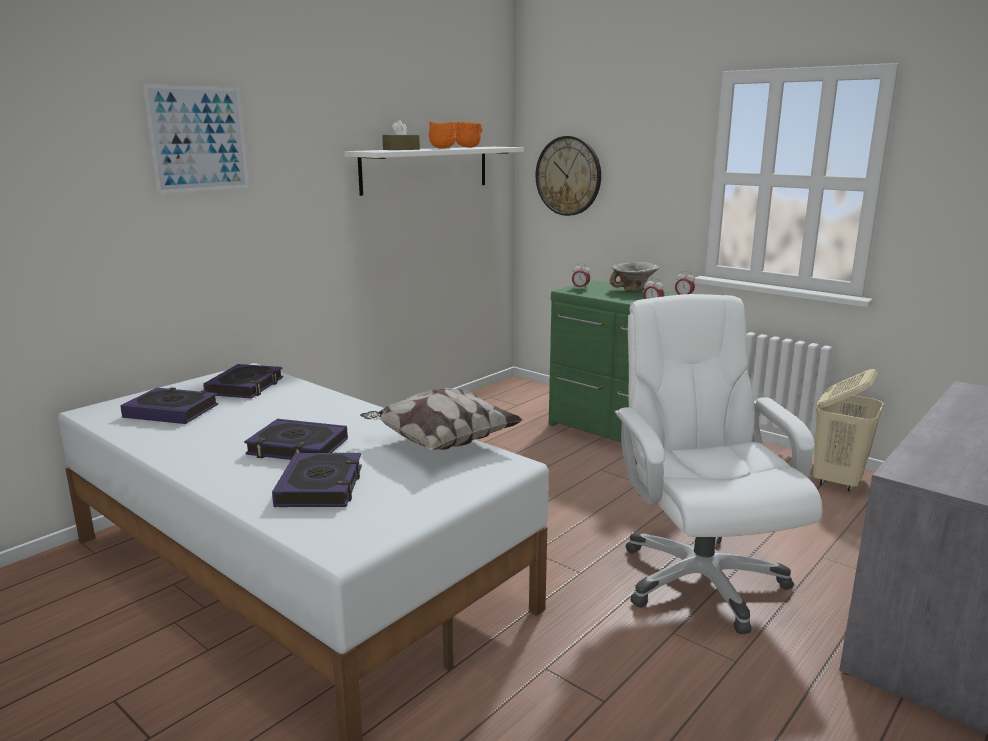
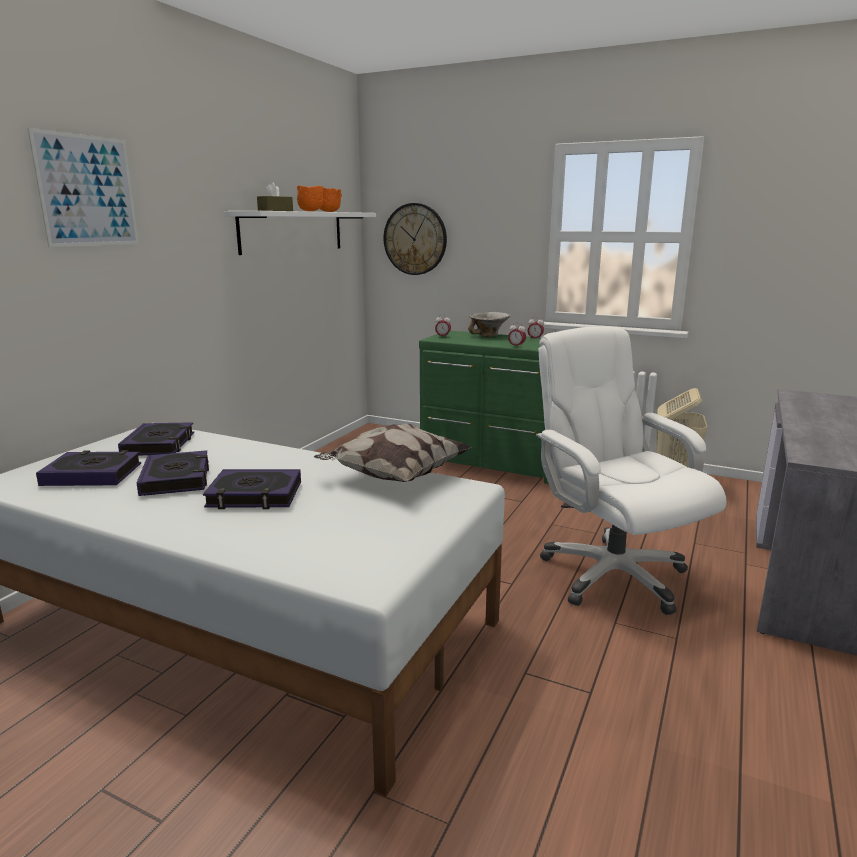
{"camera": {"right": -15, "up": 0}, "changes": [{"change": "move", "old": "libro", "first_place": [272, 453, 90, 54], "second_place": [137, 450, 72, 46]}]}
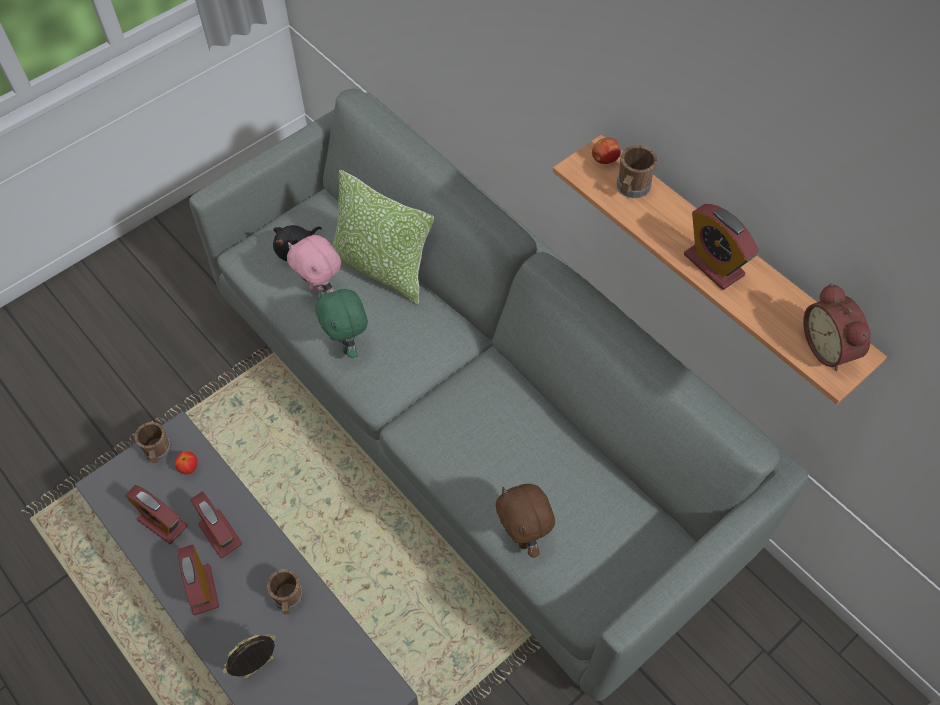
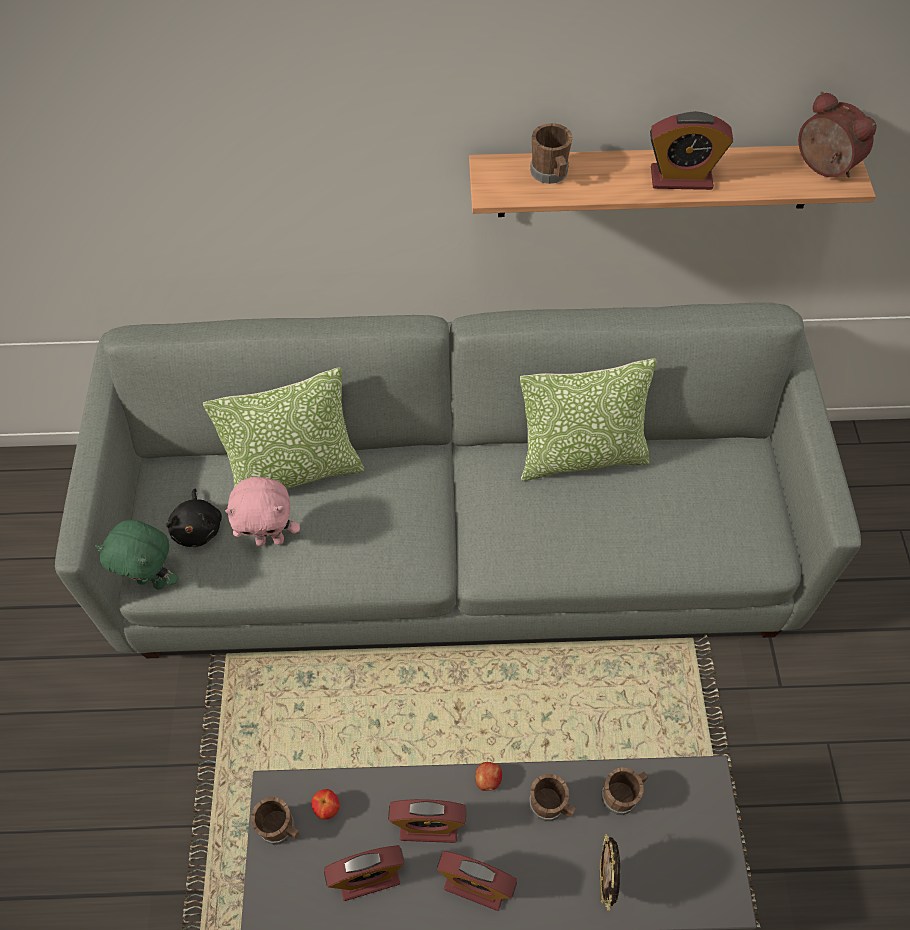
{"camera": {"right": -50, "up": 0}, "changes": [{"change": "move", "old": "manzana", "first_place": [592, 138, 29, 26], "second_place": [475, 762, 27, 29]}, {"change": "rotate", "old": "despertador", "first_place": [803, 283, 68, 88], "second_place": [798, 91, 78, 86], "degrees": -150}, {"change": "move", "old": "peluche/verde", "first_place": [315, 289, 53, 69], "second_place": [95, 520, 84, 70]}, {"change": "delete", "old": "peluche/marrón", "first_place": [496, 484, 59, 74]}, {"change": "insert", "new": "cojín", "second_place": [520, 358, 136, 123]}, {"change": "insert", "new": "taza grande/marrón", "second_place": [601, 767, 47, 48]}]}
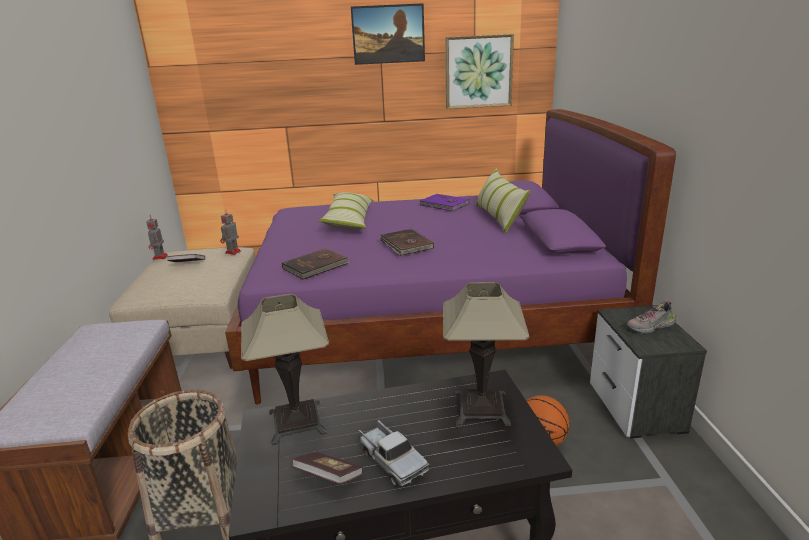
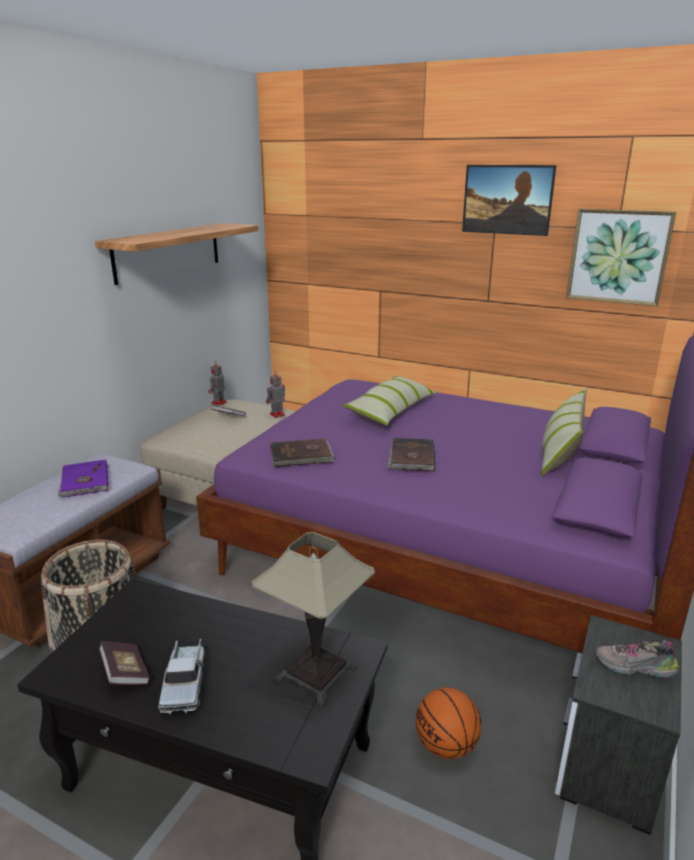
{"camera": {"right": 30, "up": 0}, "changes": [{"change": "move", "old": "libro/morado", "first_place": [420, 194, 49, 17], "second_place": [57, 459, 52, 39]}, {"change": "delete", "old": "lámpara de mesa", "first_place": [241, 294, 88, 151]}, {"change": "insert", "new": "estante", "second_place": [95, 223, 163, 62]}]}
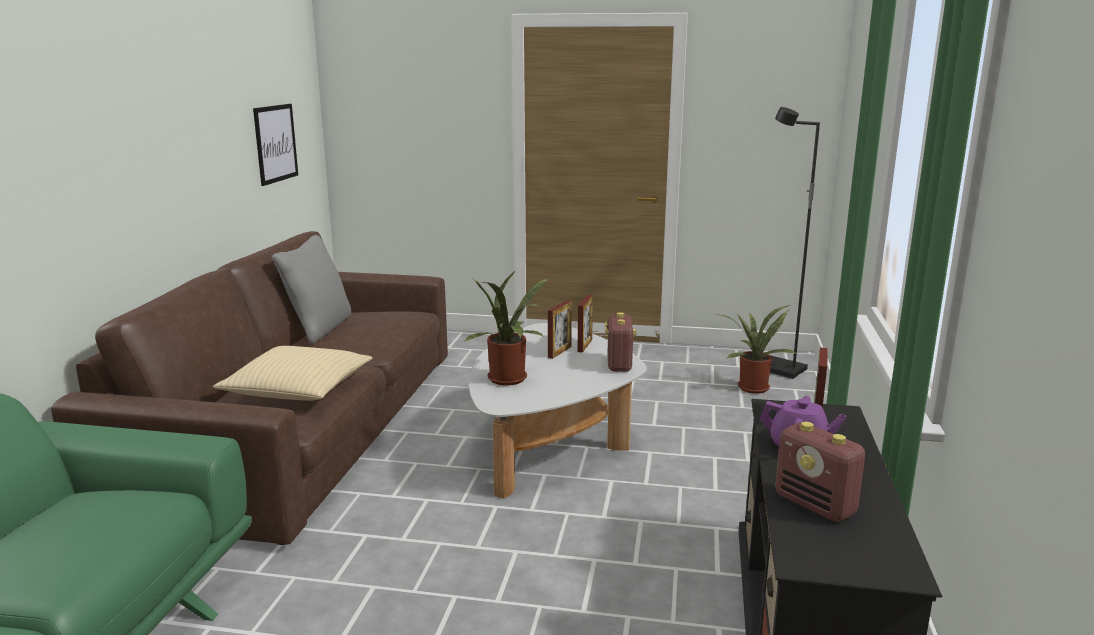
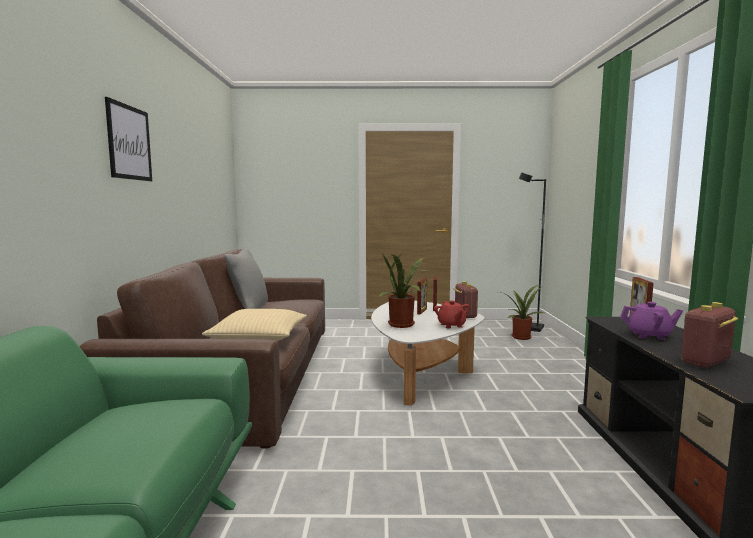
{"camera": {"right": -10, "up": -10}, "changes": [{"change": "move", "old": "cuadro", "first_place": [253, 104, 45, 82], "second_place": [105, 97, 47, 84]}, {"change": "rotate", "old": "radio", "first_place": [776, 422, 89, 100], "second_place": [681, 302, 58, 66], "degrees": 105}, {"change": "insert", "new": "tetera/rojo", "second_place": [434, 300, 36, 28]}]}
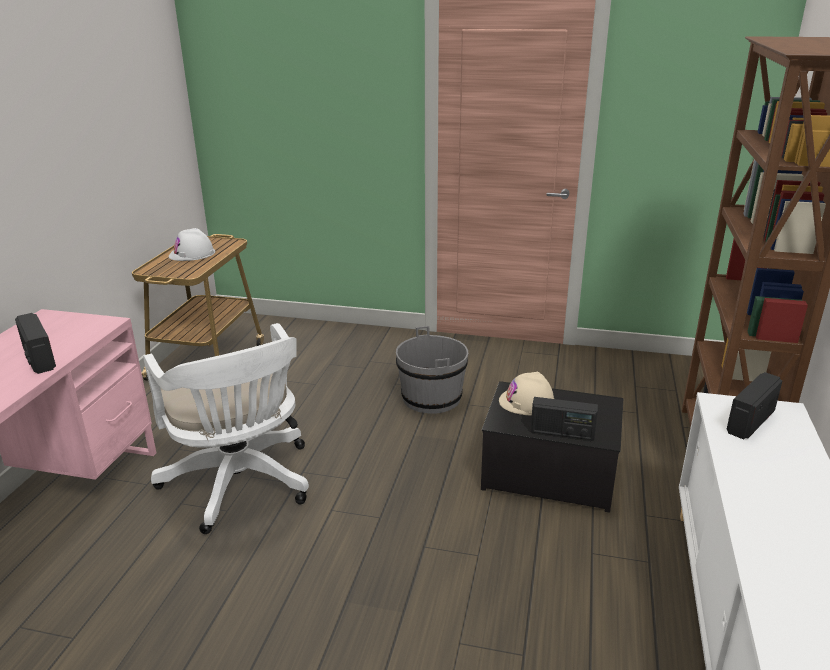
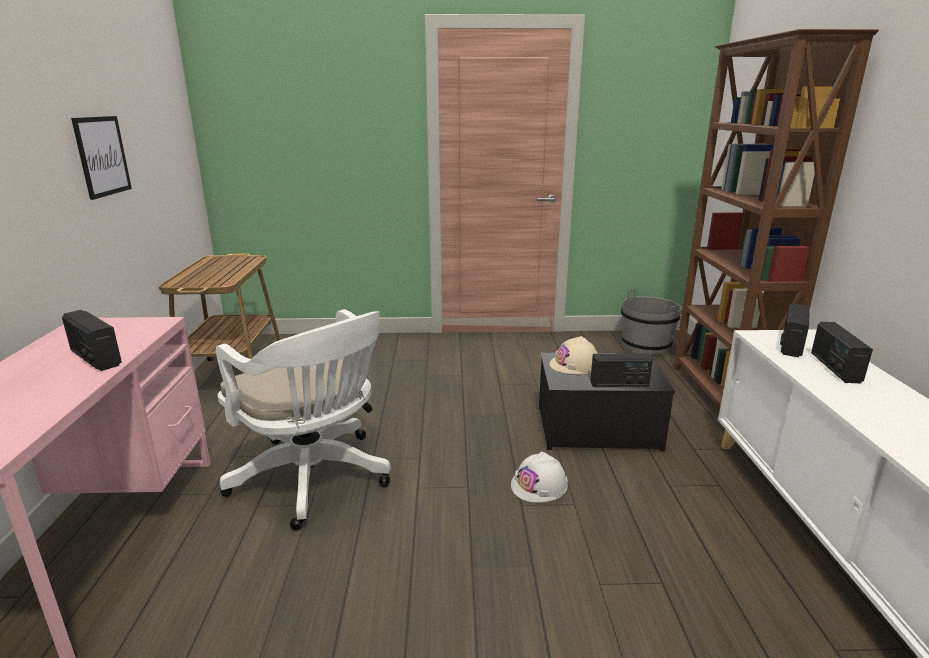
{"camera": {"right": -15, "up": -5}, "changes": [{"change": "move", "old": "casco/blanco", "first_place": [169, 228, 46, 33], "second_place": [511, 451, 57, 52]}, {"change": "move", "old": "cubo/gris", "first_place": [396, 326, 72, 88], "second_place": [621, 289, 61, 65]}, {"change": "insert", "new": "cuadro", "second_place": [71, 116, 61, 84]}, {"change": "insert", "new": "radio", "second_place": [811, 322, 62, 62]}]}
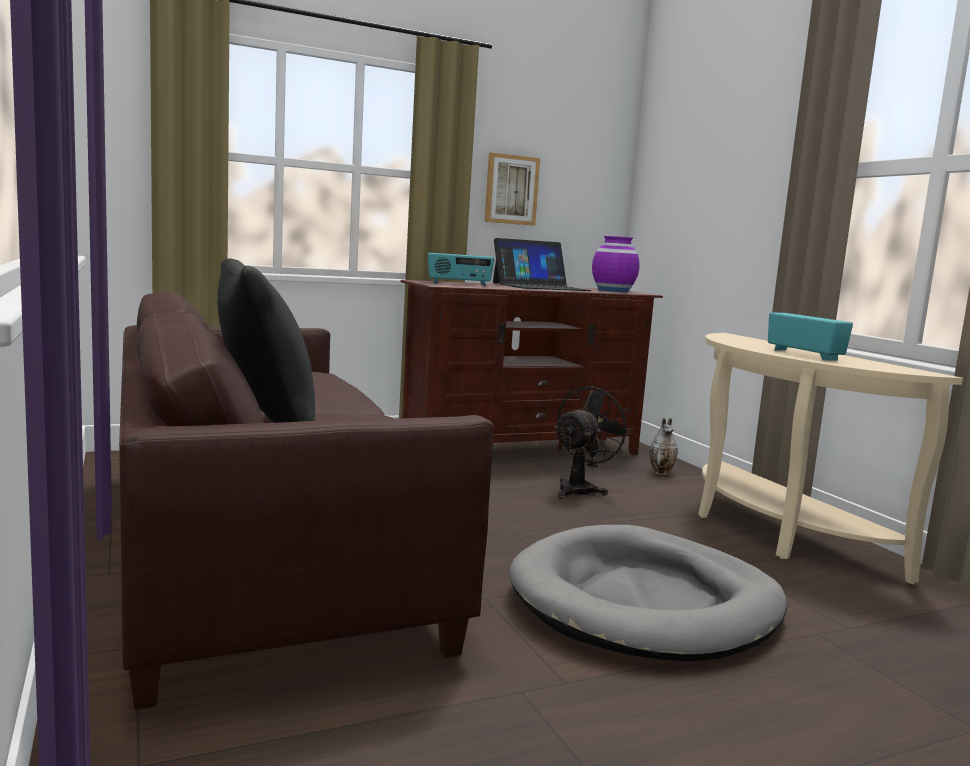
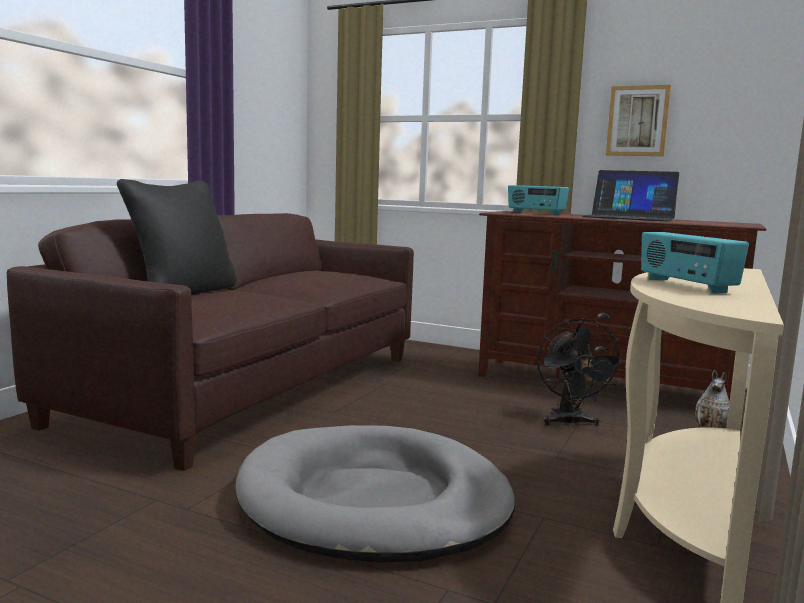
{"camera": {"right": 50, "up": 0}, "changes": [{"change": "delete", "old": "florero/morado", "first_place": [592, 236, 48, 56]}, {"change": "rotate", "old": "radio", "first_place": [768, 312, 85, 49], "second_place": [641, 232, 108, 62], "degrees": 135}, {"change": "rotate", "old": "ventilador/negro", "first_place": [554, 386, 79, 113], "second_place": [537, 318, 88, 109], "degrees": 90}]}
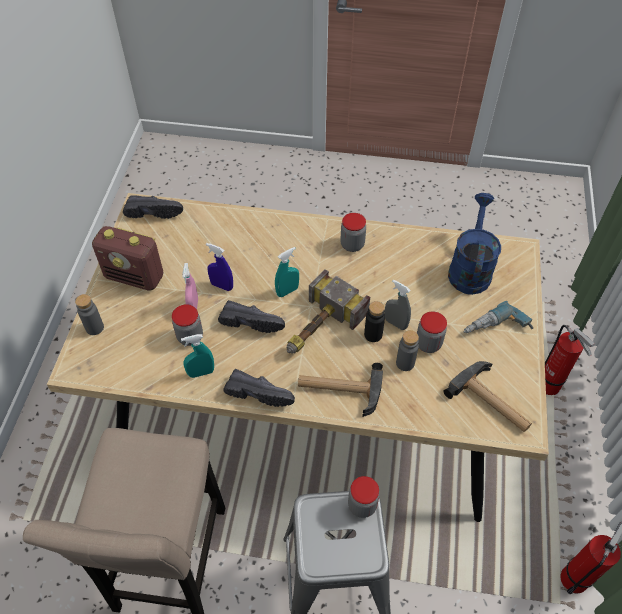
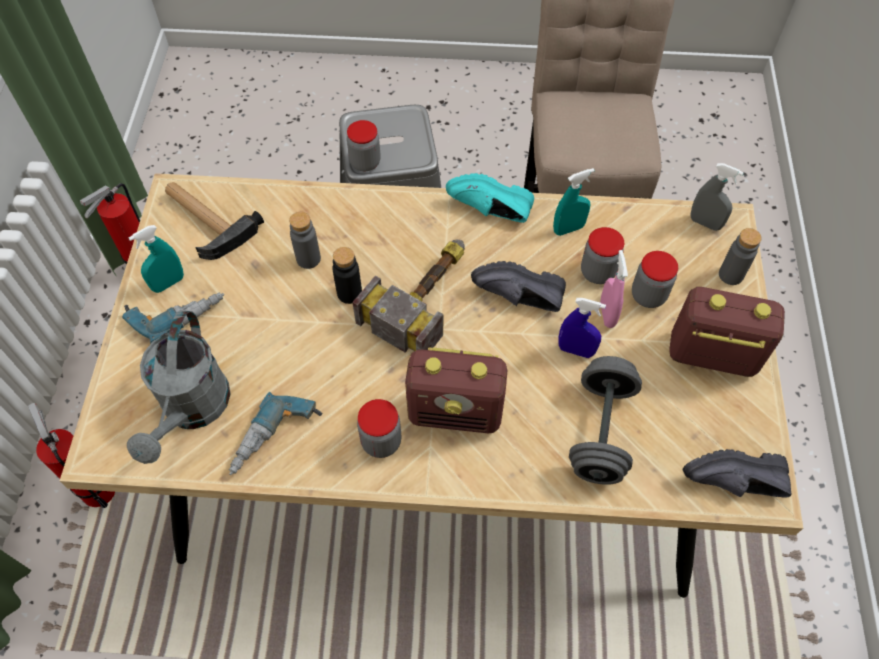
{"camera": {"right": 175, "up": 5}, "changes": [{"change": "recolor", "old": "regadera/azul", "new": "regadera/gris", "first_place": [448, 193, 53, 102], "second_place": [127, 310, 104, 154]}, {"change": "move", "old": "pulverizador/turquesa", "first_place": [275, 247, 24, 50], "second_place": [129, 225, 55, 68]}, {"change": "move", "old": "pulverizador/gris", "first_place": [385, 279, 26, 51], "second_place": [690, 163, 54, 68]}, {"change": "move", "old": "tarro", "first_place": [417, 311, 30, 42], "second_place": [632, 251, 46, 57]}, {"change": "delete", "old": "martillo", "first_place": [298, 363, 85, 54]}, {"change": "recolor", "old": "zapato/negro", "new": "zapato/turquesa", "first_place": [223, 369, 72, 38], "second_place": [446, 173, 88, 50]}, {"change": "insert", "new": "radio", "second_place": [405, 347, 102, 86]}, {"change": "insert", "new": "mancuerna/gris", "second_place": [569, 356, 73, 129]}, {"change": "insert", "new": "taladro", "second_place": [229, 392, 93, 83]}]}
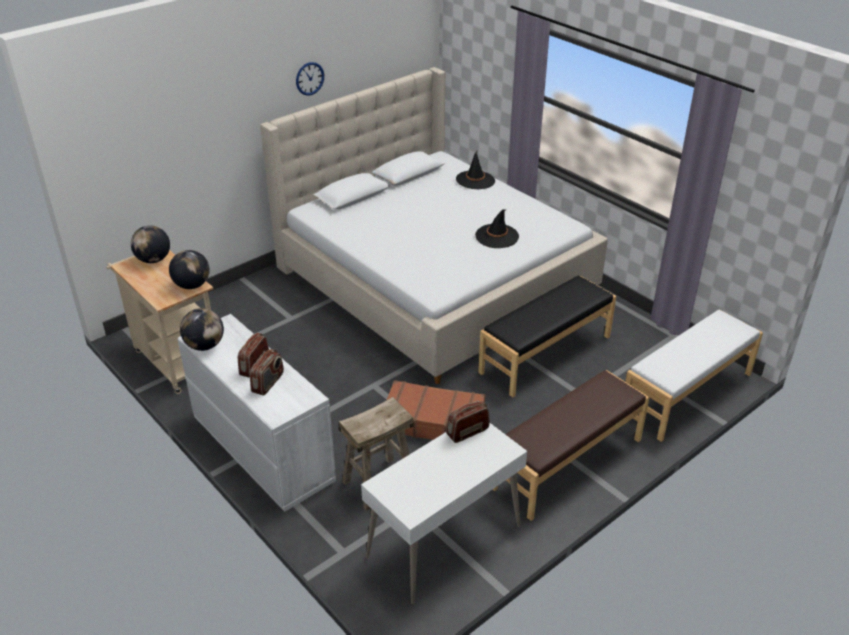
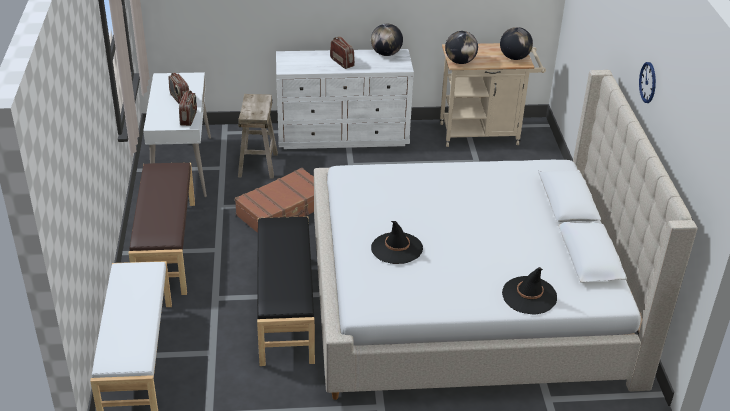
{"camera": {"right": 125, "up": 0}, "changes": [{"change": "move", "old": "radio", "first_place": [250, 349, 34, 47], "second_place": [169, 73, 20, 31]}]}
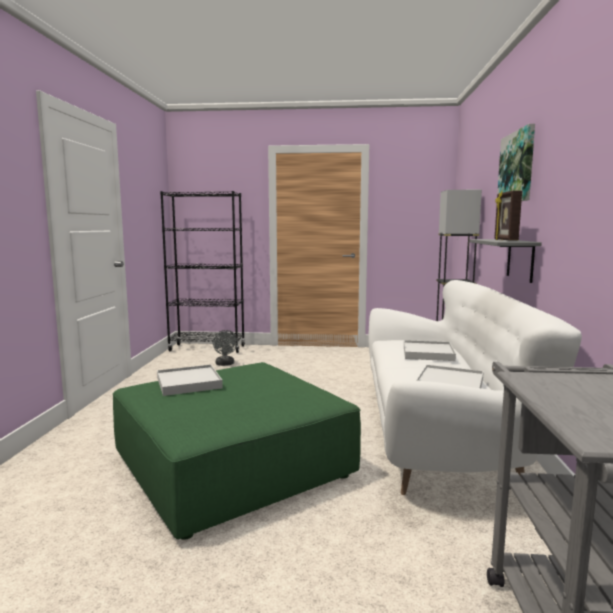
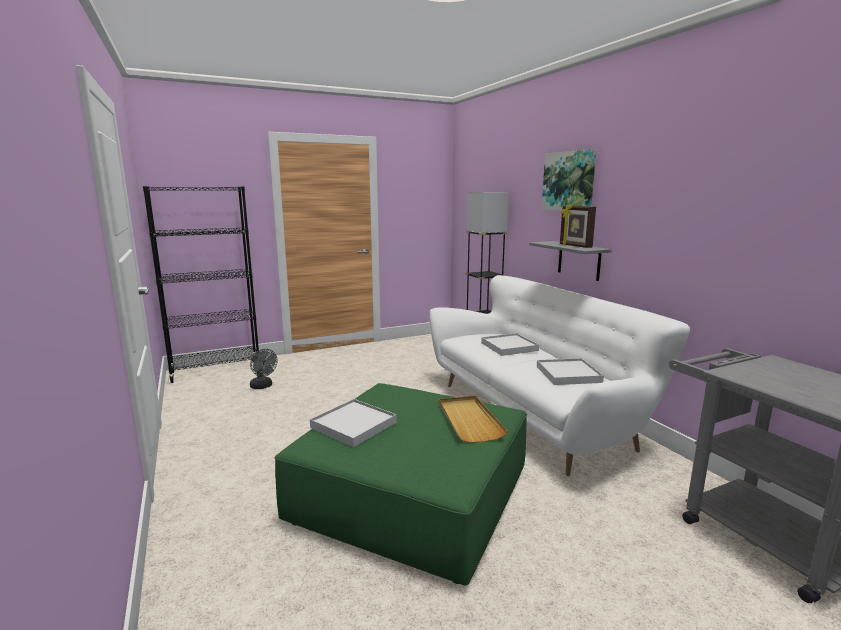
{"camera": {"right": -30, "up": 5}, "changes": [{"change": "insert", "new": "bandeja/beis", "second_place": [439, 396, 69, 47]}]}
